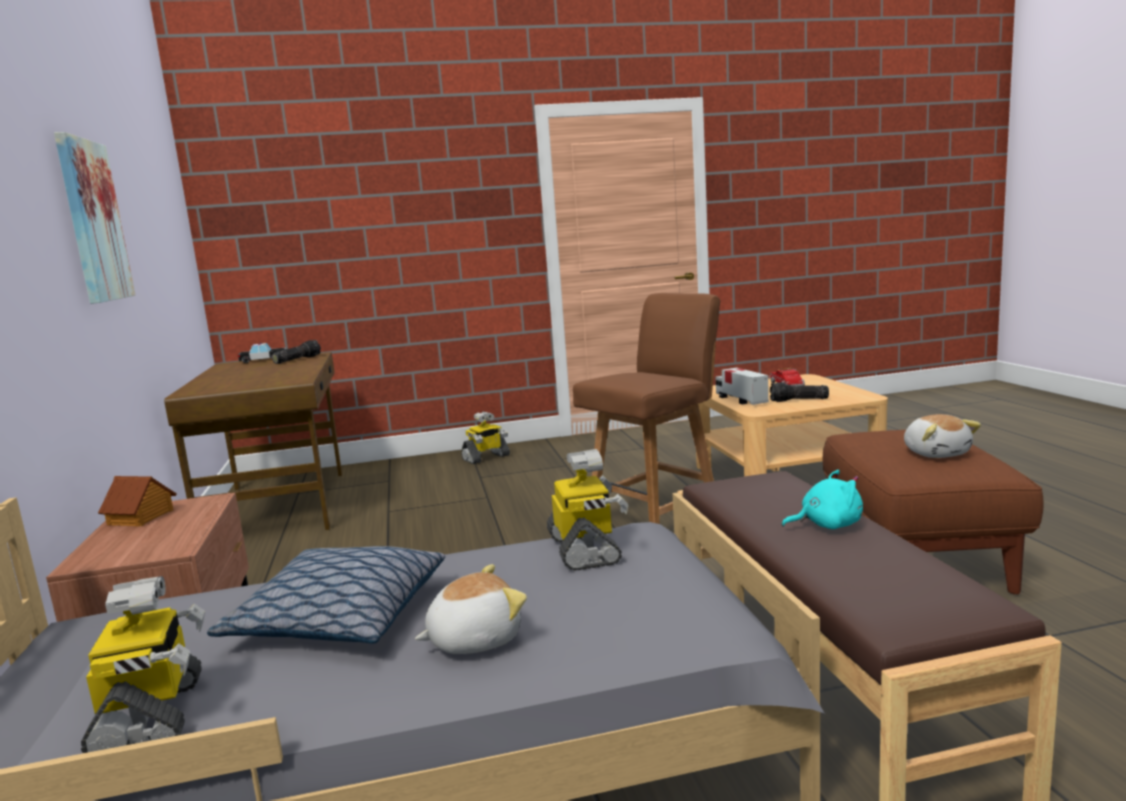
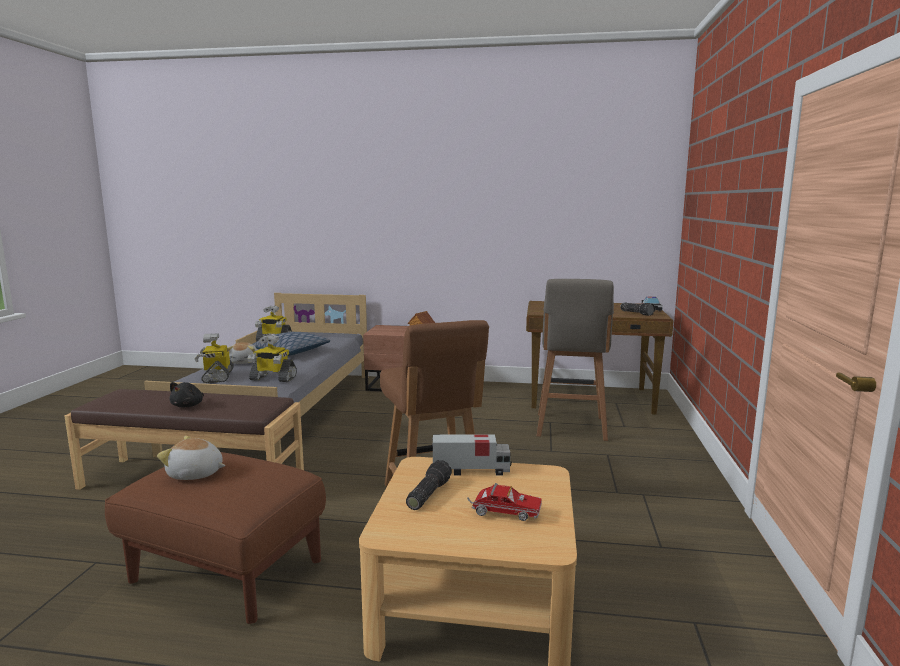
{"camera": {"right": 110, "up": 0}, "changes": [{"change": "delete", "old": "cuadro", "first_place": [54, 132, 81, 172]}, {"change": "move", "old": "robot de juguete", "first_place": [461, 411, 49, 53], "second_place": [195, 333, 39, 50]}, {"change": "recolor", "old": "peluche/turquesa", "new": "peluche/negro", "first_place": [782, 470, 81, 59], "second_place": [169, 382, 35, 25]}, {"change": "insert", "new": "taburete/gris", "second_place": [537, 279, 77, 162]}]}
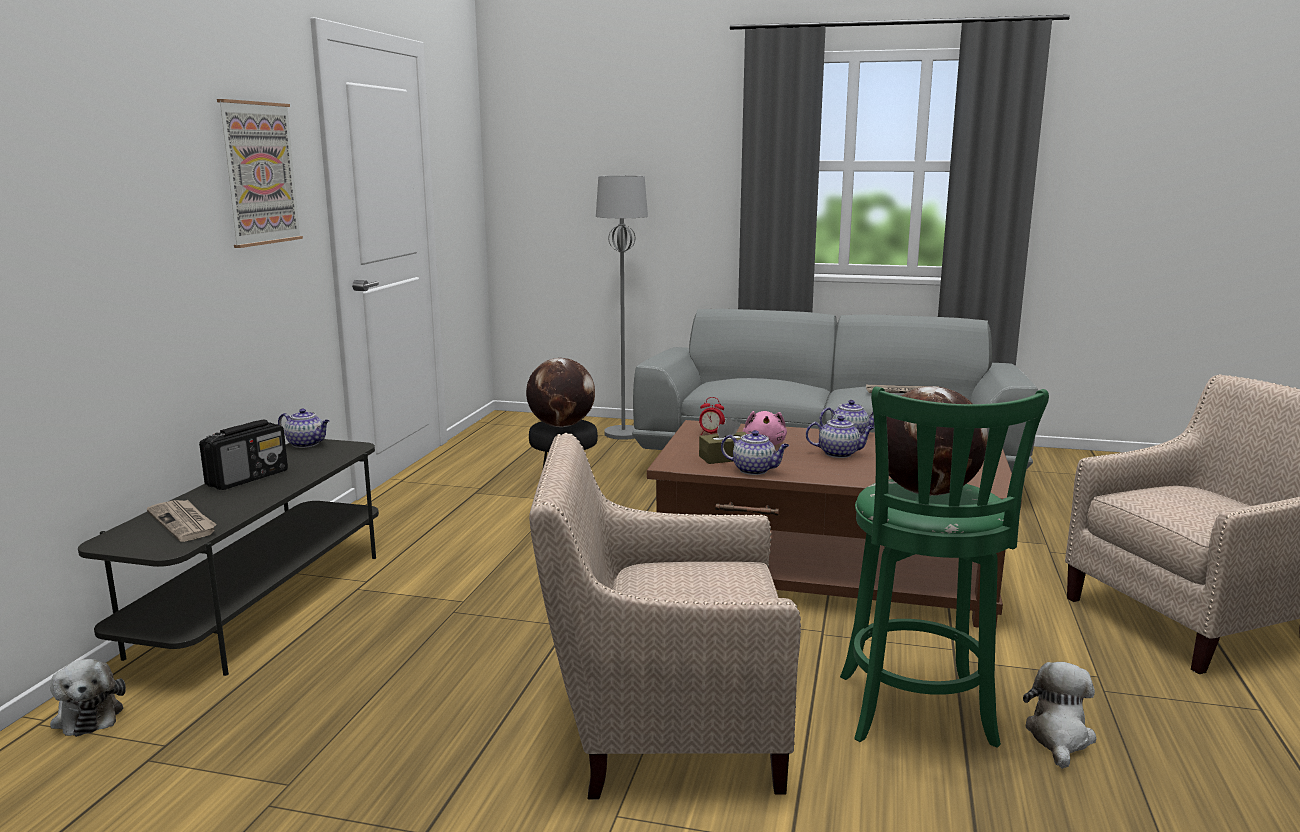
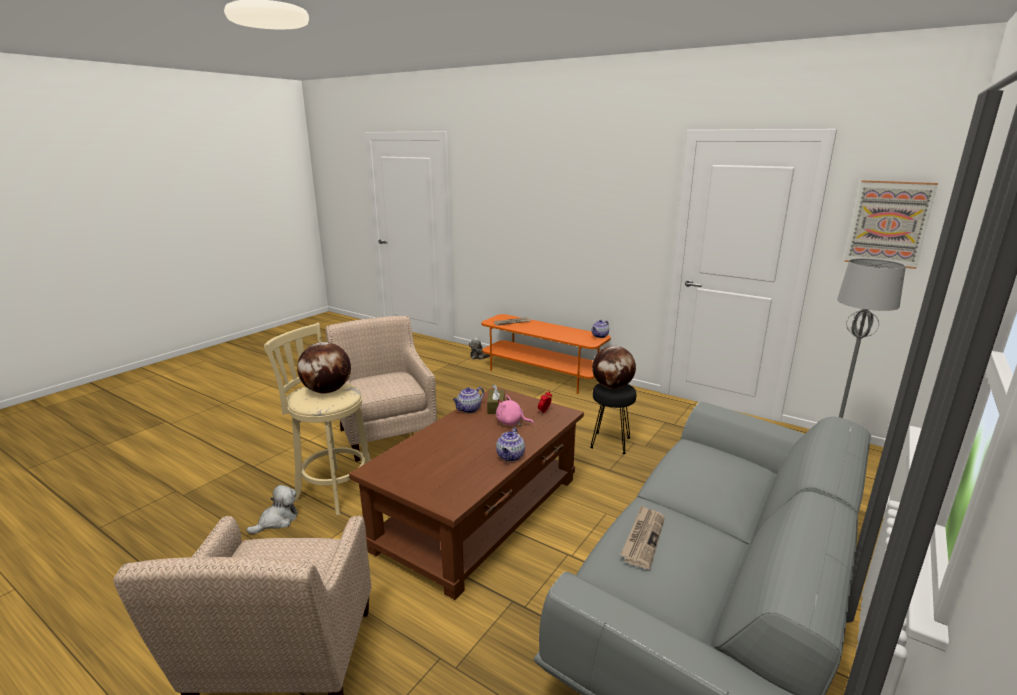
{"camera": {"right": 110, "up": 5}, "changes": [{"change": "move", "old": "cuadro", "first_place": [217, 99, 86, 149], "second_place": [844, 180, 94, 89]}, {"change": "recolor", "old": "taburete/verde", "new": "taburete/beis", "first_place": [840, 386, 209, 362], "second_place": [264, 323, 107, 193]}, {"change": "delete", "old": "tetera", "first_place": [806, 416, 68, 42]}, {"change": "delete", "old": "radio", "first_place": [199, 420, 89, 70]}, {"change": "rotate", "old": "sillón/beis", "first_place": [529, 433, 272, 366], "second_place": [326, 315, 111, 147], "degrees": -45}, {"change": "recolor", "old": "mueble de televisión/gris", "new": "mueble de televisión/naranja", "first_place": [78, 439, 301, 237], "second_place": [481, 314, 130, 80]}, {"change": "rotate", "old": "peluche", "first_place": [1023, 662, 73, 107], "second_place": [247, 485, 51, 49], "degrees": -90}]}
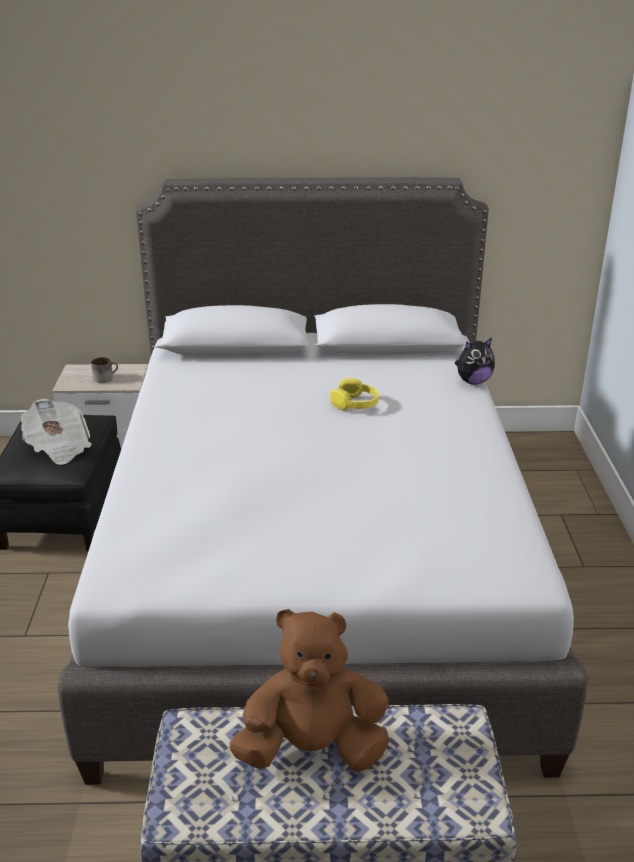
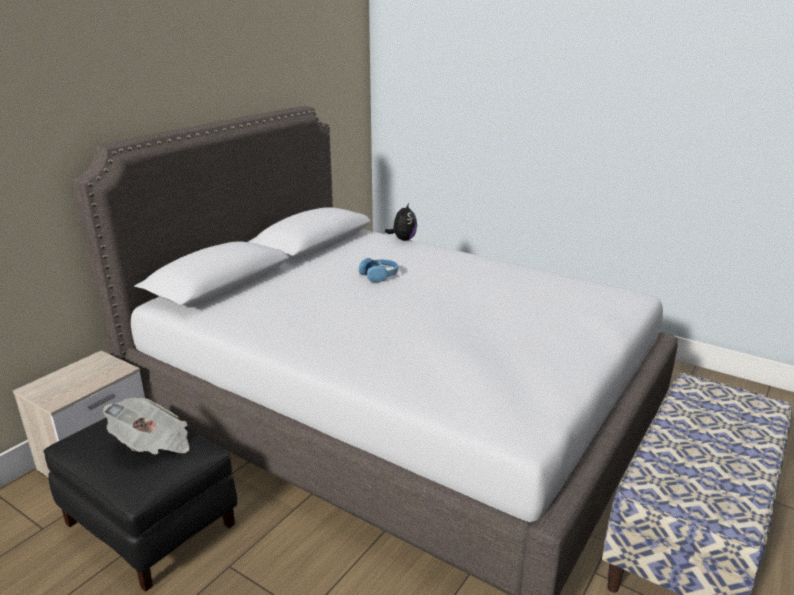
{"camera": {"right": -55, "up": -5}, "changes": [{"change": "delete", "old": "taza grande", "first_place": [91, 357, 27, 26]}, {"change": "recolor", "old": "auriculares/amarillo", "new": "auriculares/azul", "first_place": [330, 378, 49, 32], "second_place": [359, 258, 39, 24]}, {"change": "delete", "old": "peluche/marrón", "first_place": [229, 609, 160, 163]}]}
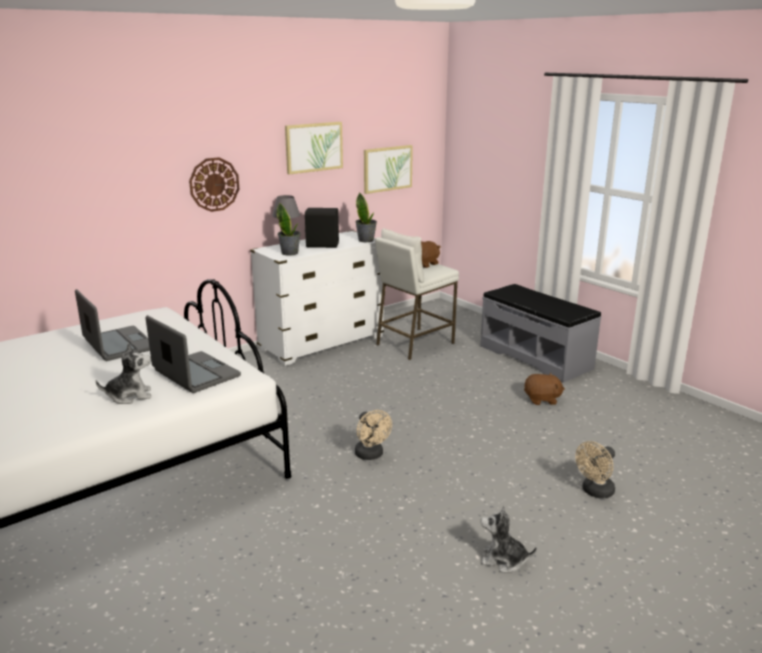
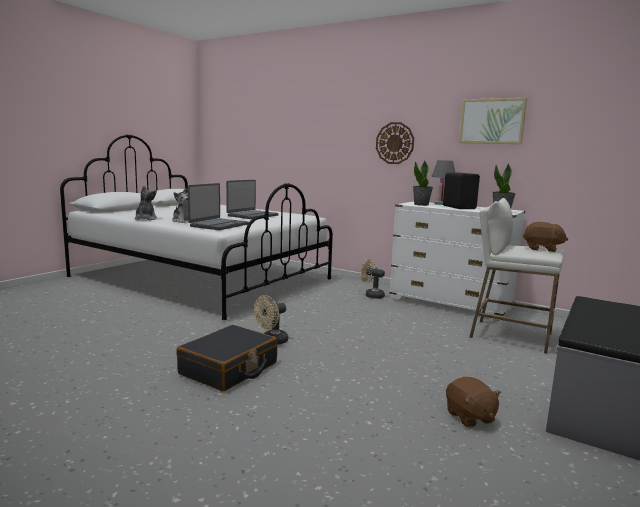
{"camera": {"right": 70, "up": -10}, "changes": [{"change": "delete", "old": "cuadro", "first_place": [364, 145, 49, 49]}, {"change": "move", "old": "ventilador/beis", "first_place": [575, 441, 40, 58], "second_place": [360, 259, 25, 40]}, {"change": "move", "old": "peluche", "first_place": [480, 506, 57, 66], "second_place": [135, 185, 22, 35]}, {"change": "insert", "new": "maleta/negro", "second_place": [176, 325, 101, 67]}]}
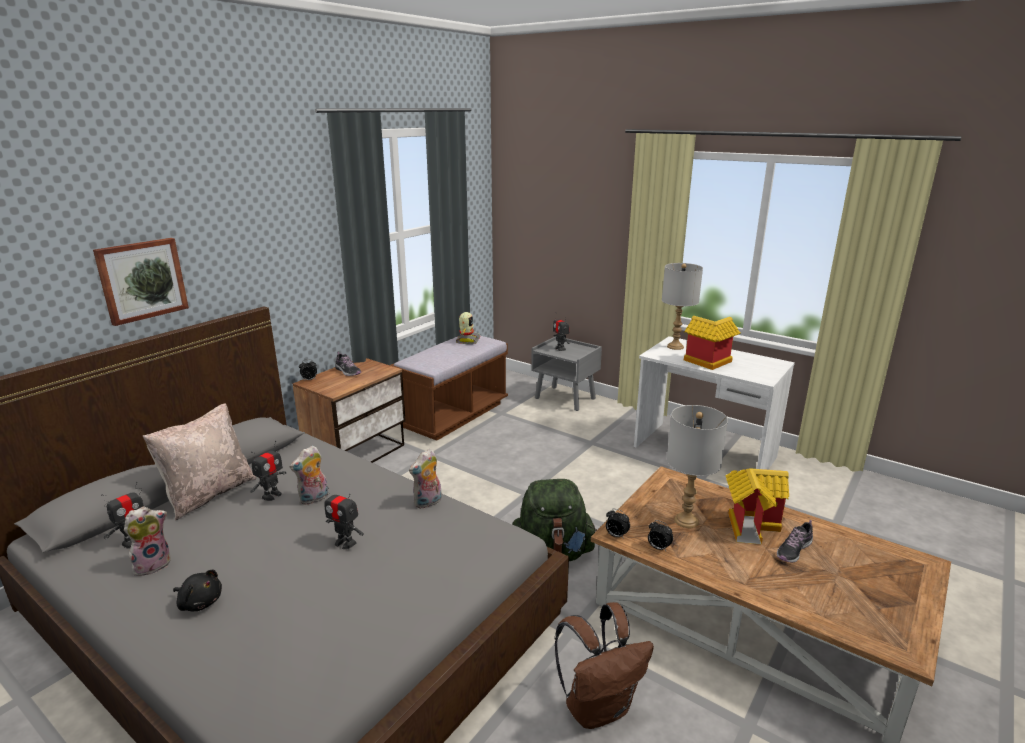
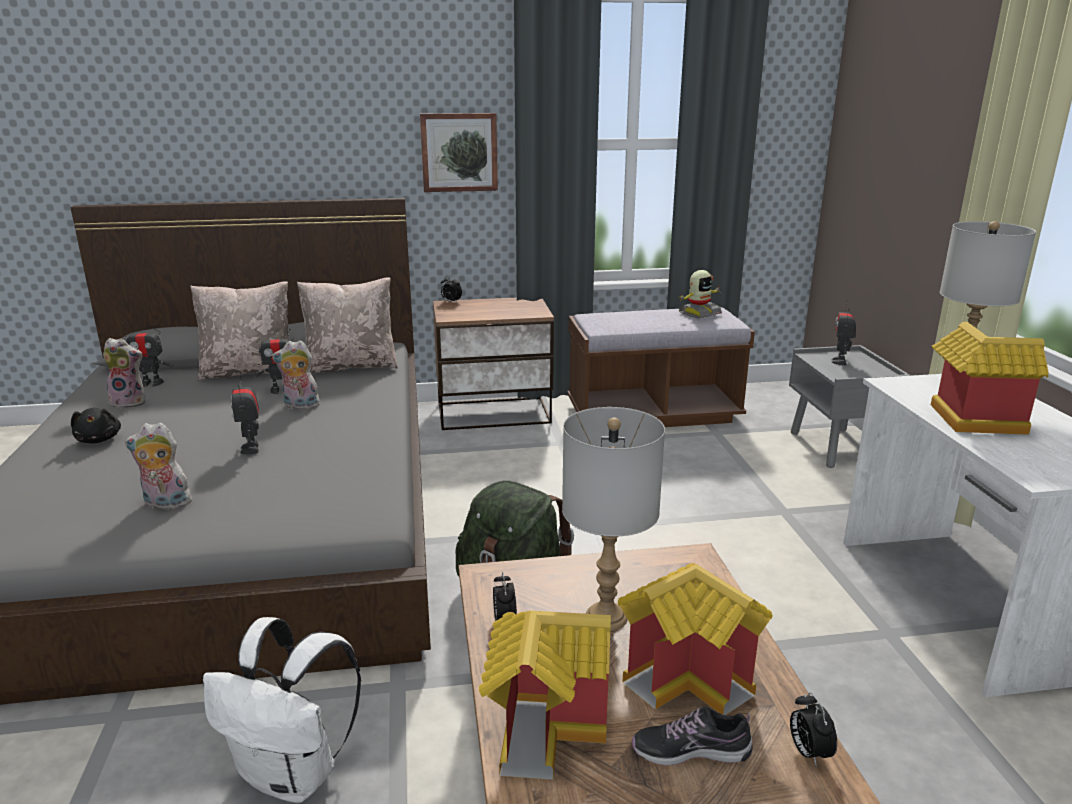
{"camera": {"right": 45, "up": 0}, "changes": [{"change": "move", "old": "cuadro", "first_place": [93, 238, 96, 88], "second_place": [420, 113, 78, 79]}, {"change": "delete", "old": "zapato", "first_place": [335, 352, 26, 24]}, {"change": "move", "old": "peluche", "first_place": [409, 449, 33, 59], "second_place": [125, 422, 67, 87]}, {"change": "move", "old": "despertador", "first_place": [606, 509, 24, 30], "second_place": [790, 693, 47, 74]}, {"change": "recolor", "old": "mochila/marrón", "new": "mochila/blanco", "first_place": [555, 602, 99, 127], "second_place": [203, 617, 158, 186]}, {"change": "insert", "new": "cojín/beis", "second_place": [297, 277, 101, 97]}, {"change": "insert", "new": "casita", "second_place": [479, 611, 132, 169]}]}
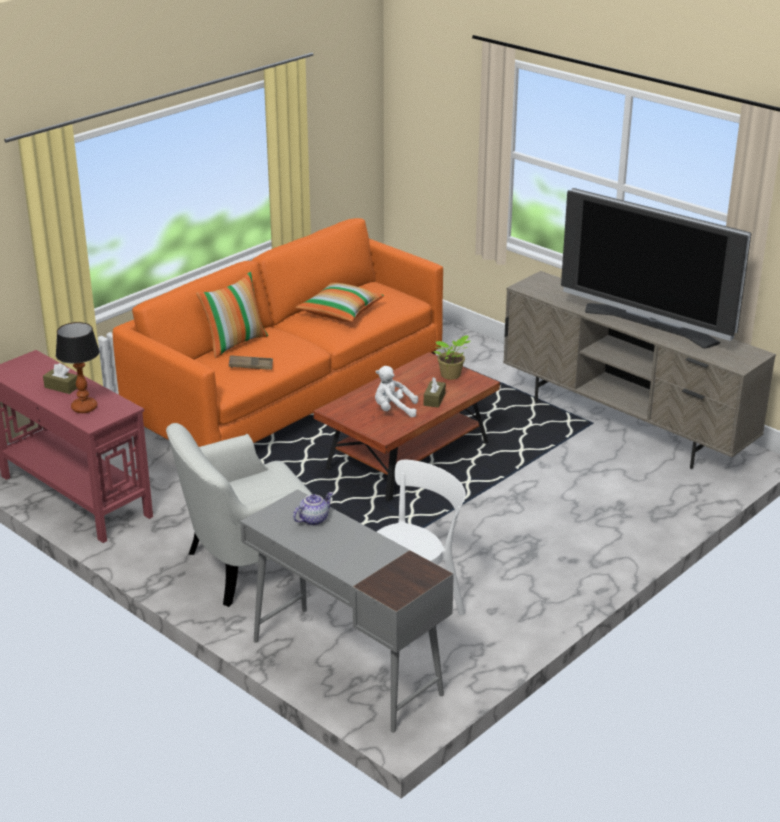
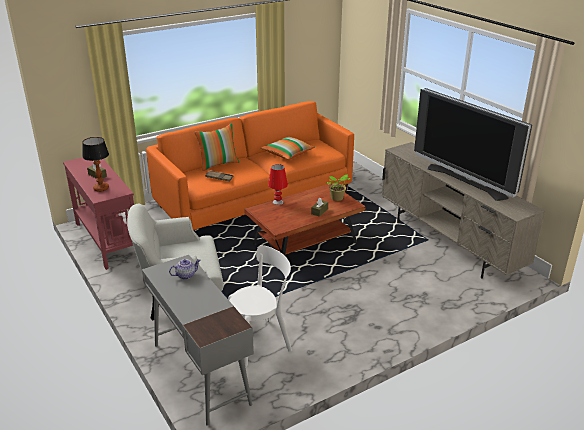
{"camera": {"right": 15, "up": 0}, "changes": [{"change": "delete", "old": "peluche/blanco", "first_place": [375, 366, 43, 51]}, {"change": "insert", "new": "lámpara de mesa/rojo", "second_place": [268, 164, 20, 41]}]}
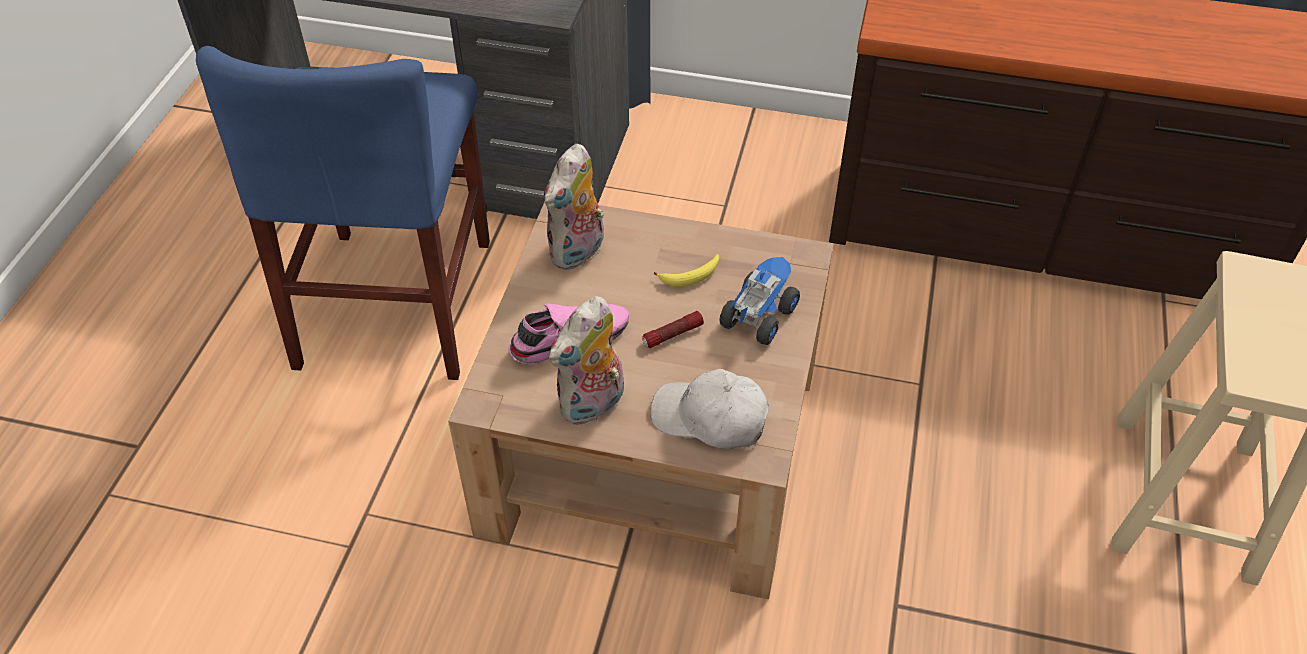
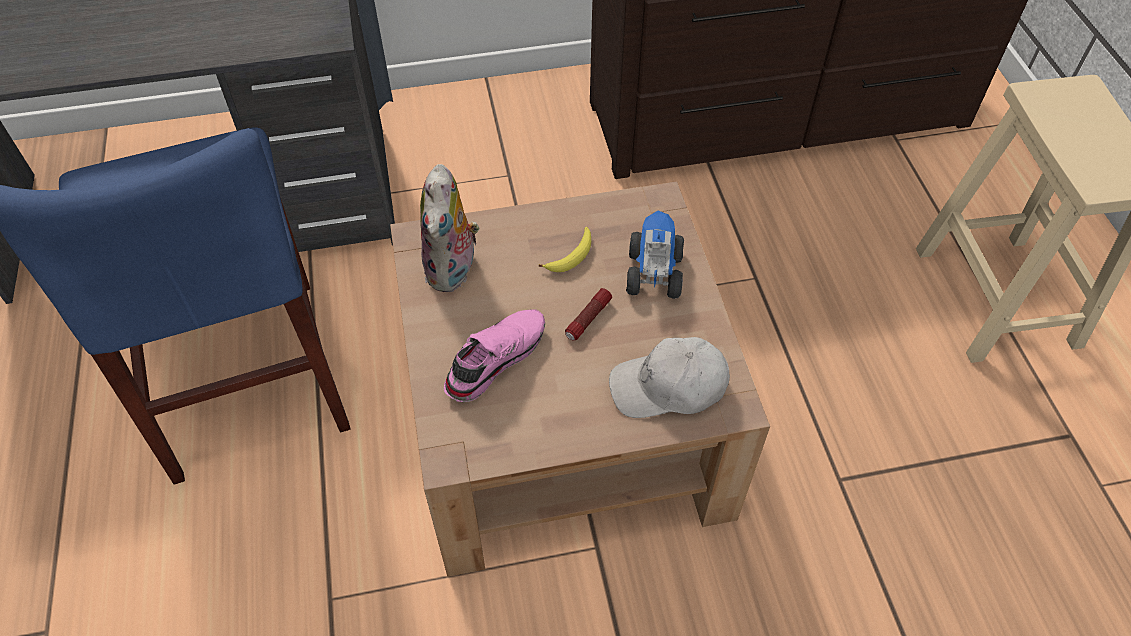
{"camera": {"right": -25, "up": 5}, "changes": [{"change": "delete", "old": "peluche", "first_place": [549, 296, 75, 130]}]}
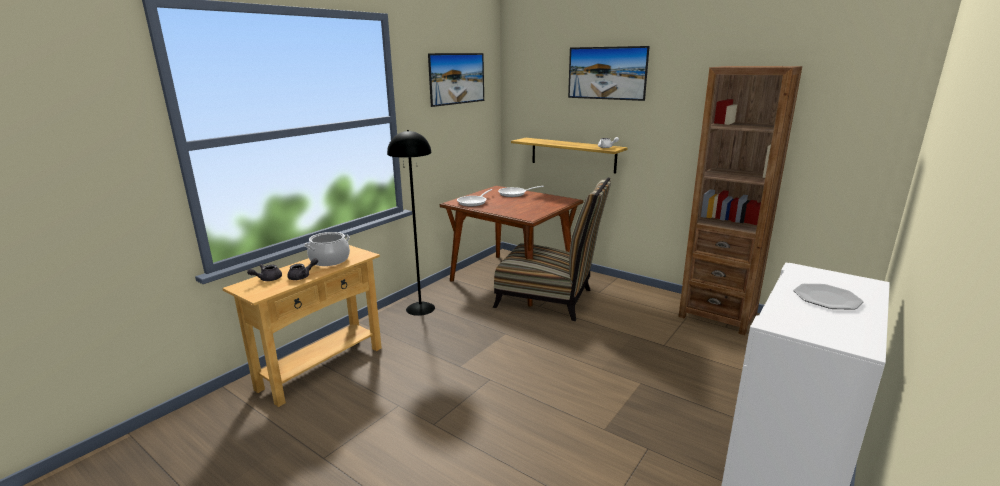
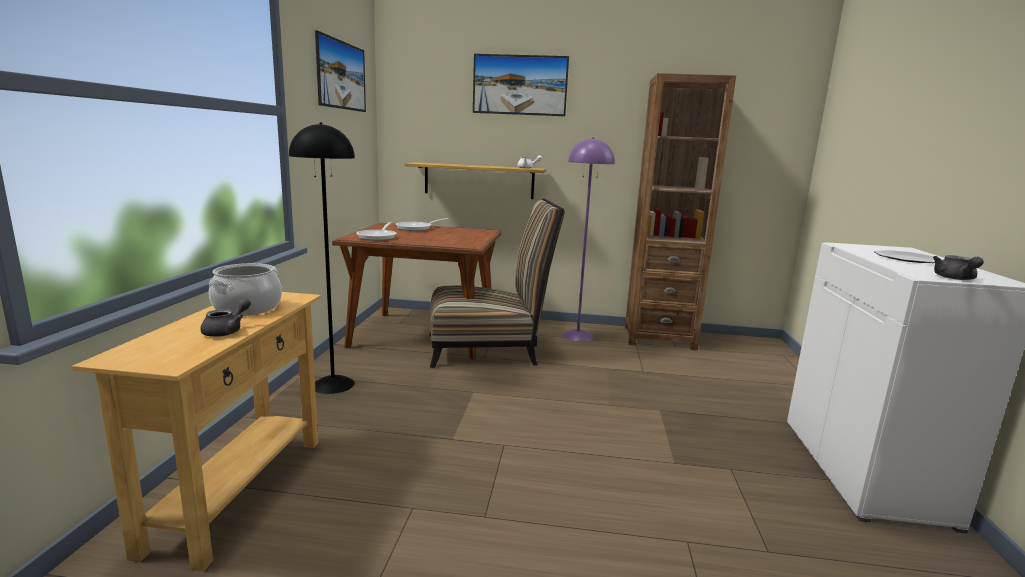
{"camera": {"right": -30, "up": -5}, "changes": [{"change": "move", "old": "tetera/gris", "first_place": [247, 264, 35, 17], "second_place": [933, 255, 51, 25]}, {"change": "insert", "new": "lámpara de pie/morado", "second_place": [562, 137, 53, 204]}]}
